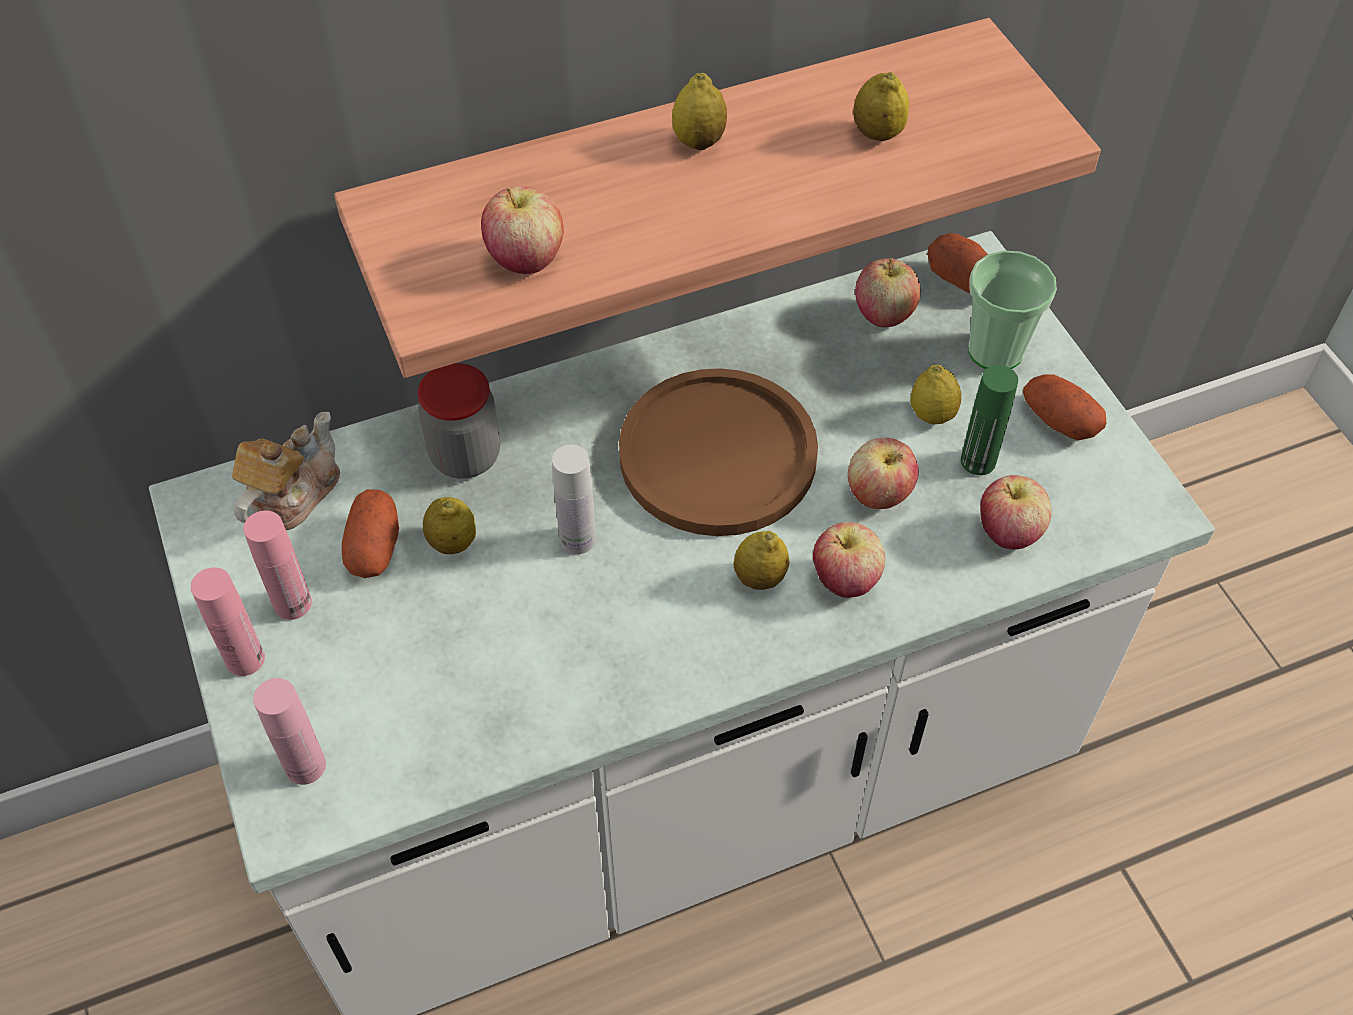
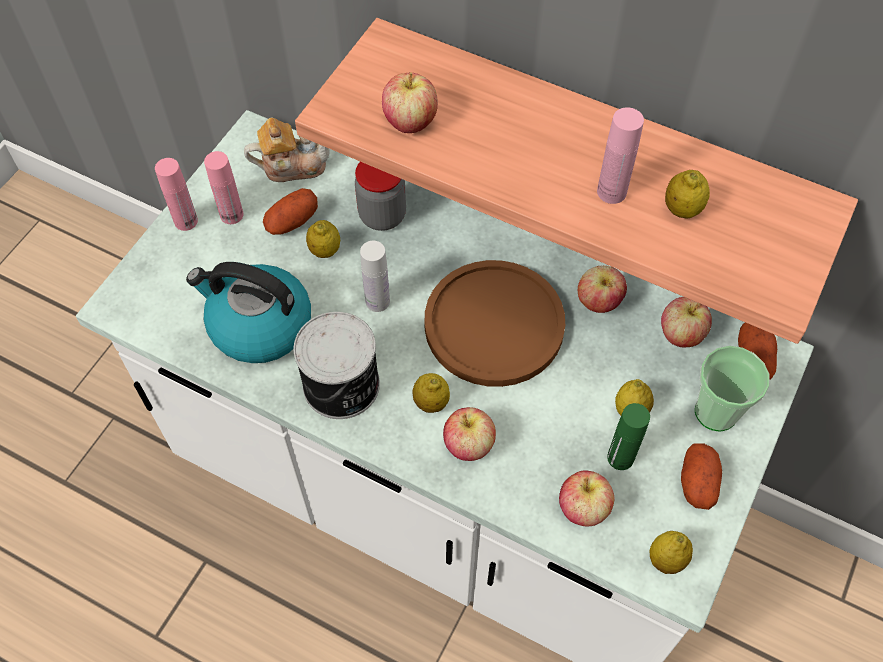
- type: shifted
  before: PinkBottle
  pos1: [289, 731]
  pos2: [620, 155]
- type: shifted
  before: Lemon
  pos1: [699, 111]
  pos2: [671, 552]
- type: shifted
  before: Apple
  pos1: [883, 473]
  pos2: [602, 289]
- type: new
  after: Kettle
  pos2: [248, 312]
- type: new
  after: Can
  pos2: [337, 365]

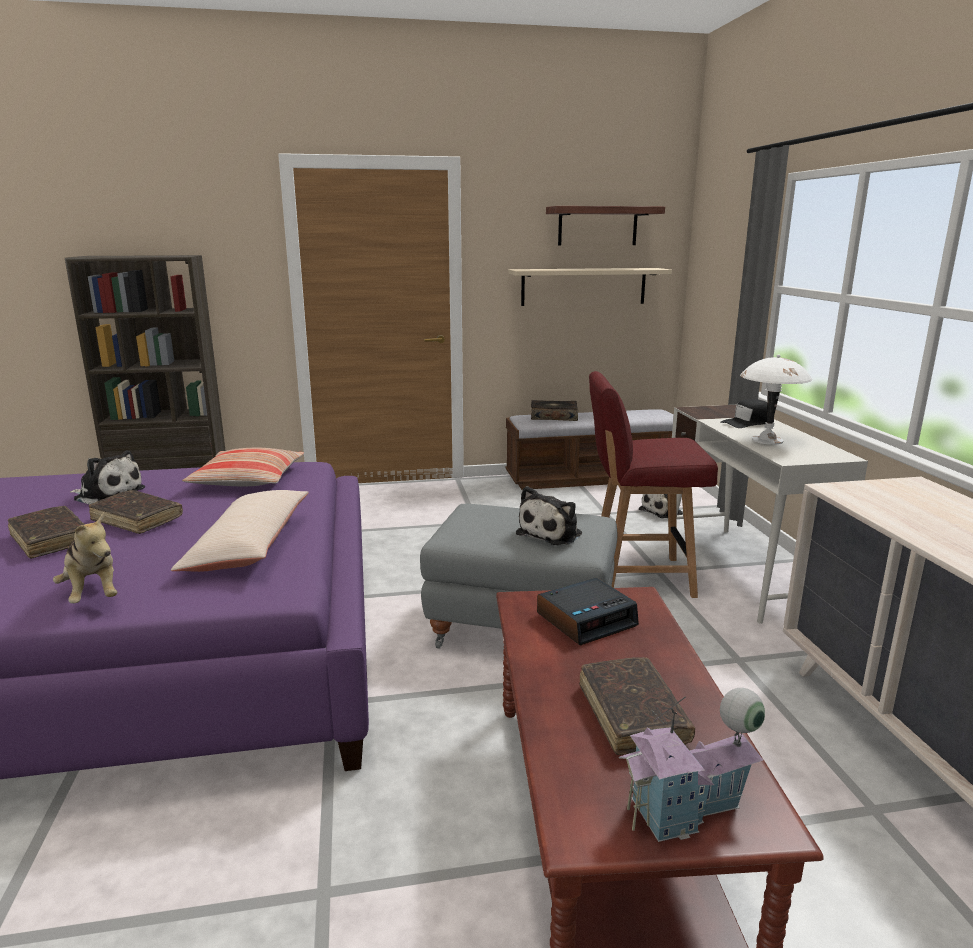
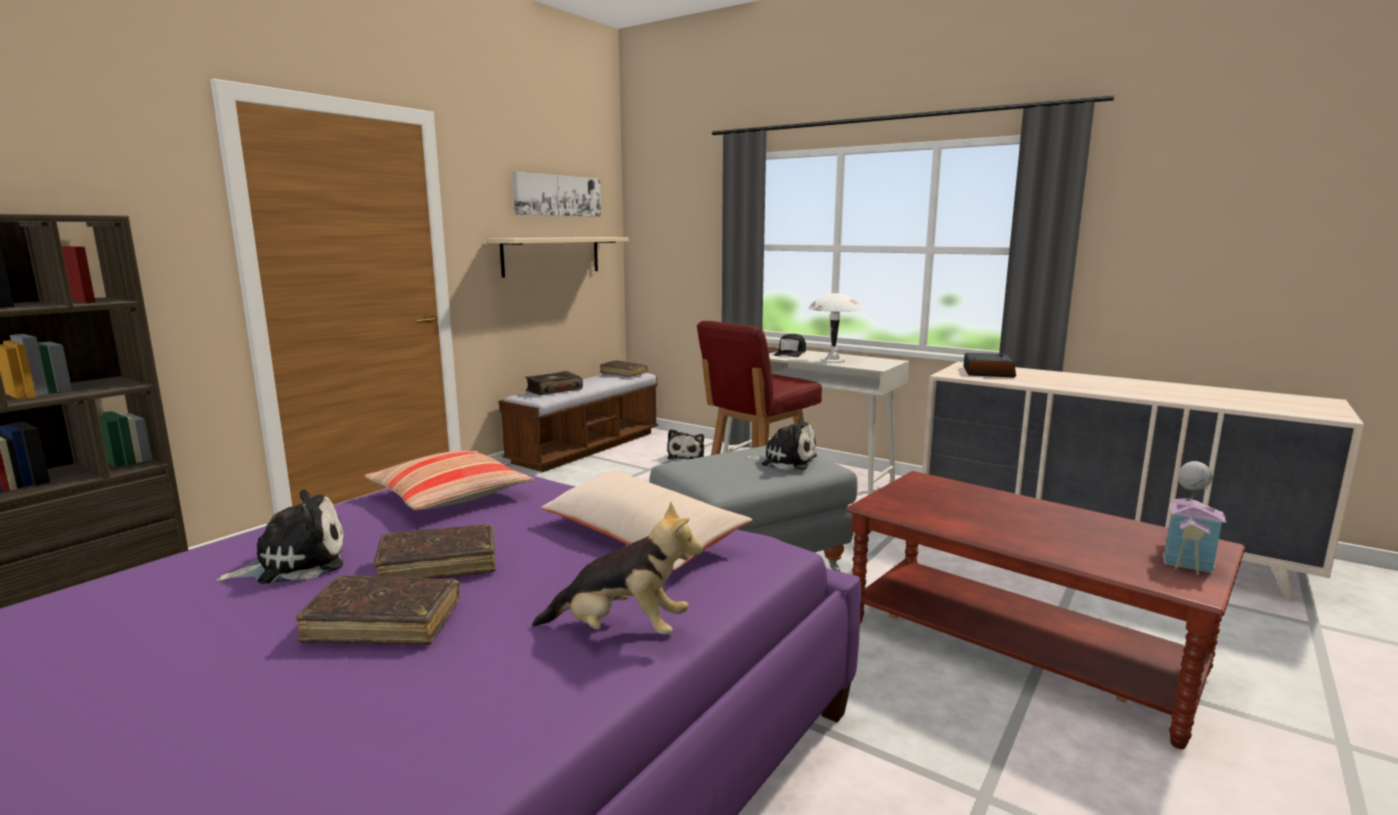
- type: rotated
  before: PlushToy
  pos1: [549, 515]
  pos2: [781, 444]
  turn: -60
- type: shifted
  before: AlarmClock
  pos1: [588, 612]
  pos2: [990, 365]
- type: swapped
  before: Shelf
  after: Picture
  pos1: [605, 225]
  pos2: [556, 194]
- type: shifted
  before: BrownBook
  pos1: [637, 706]
  pos2: [624, 368]

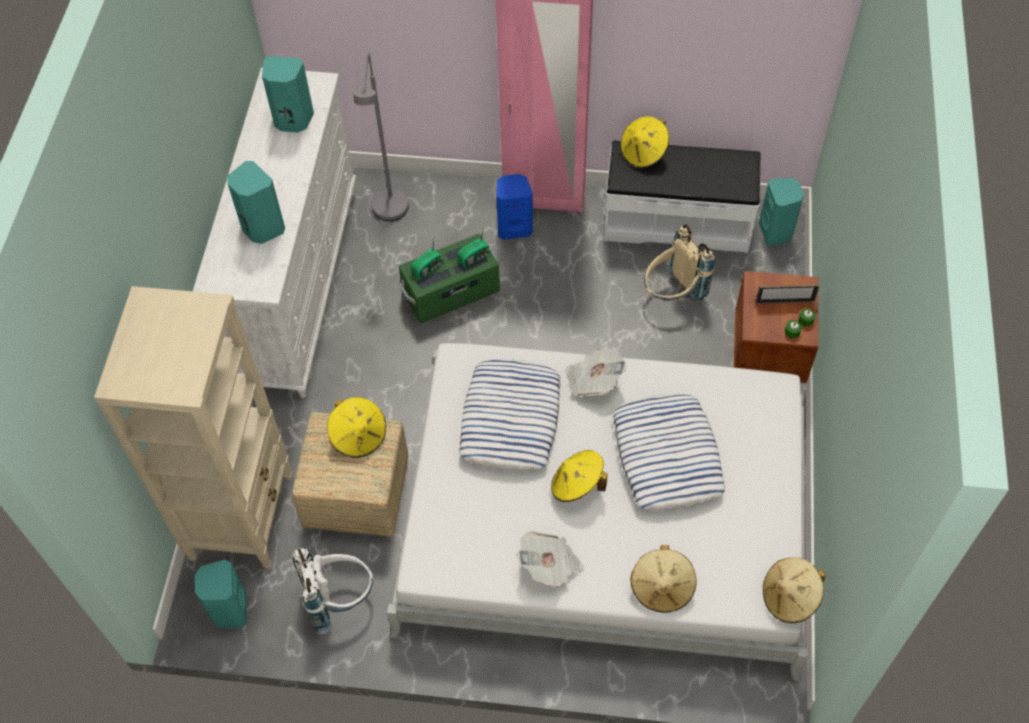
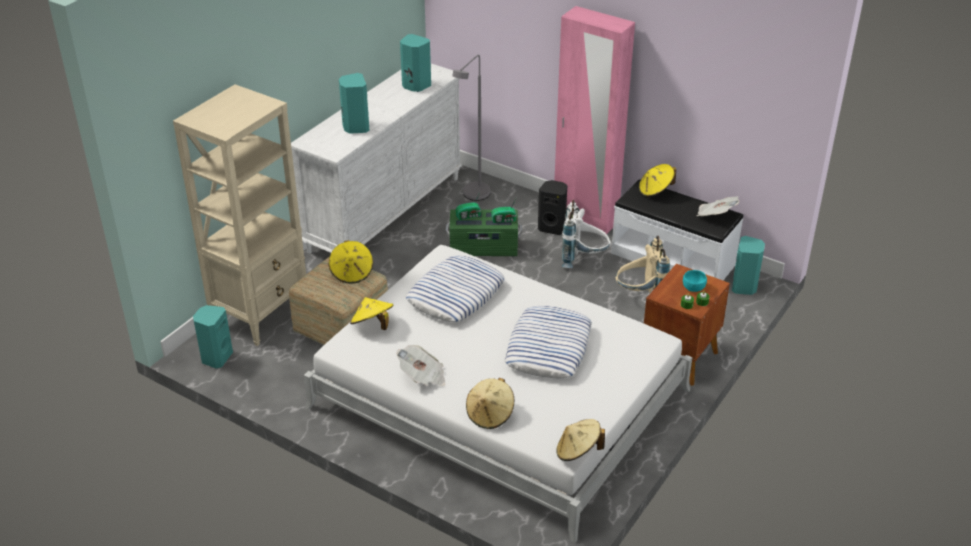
- type: shifted
  before: WhiteBackpack
  pos1: [332, 591]
  pos2: [586, 234]
- type: repainted
  before: BlueSpeaker
  after: BlackSpeaker
  pos1: [514, 207]
  pos2: [552, 207]
- type: shifted
  before: YellowHat
  pos1: [579, 476]
  pos2: [372, 313]
- type: shifted
  before: Newspaper
  pos1: [595, 372]
  pos2: [718, 206]
- type: swapped
  before: PictureFrame
  after: TurquoiseBowl
  pos1: [787, 294]
  pos2: [695, 281]

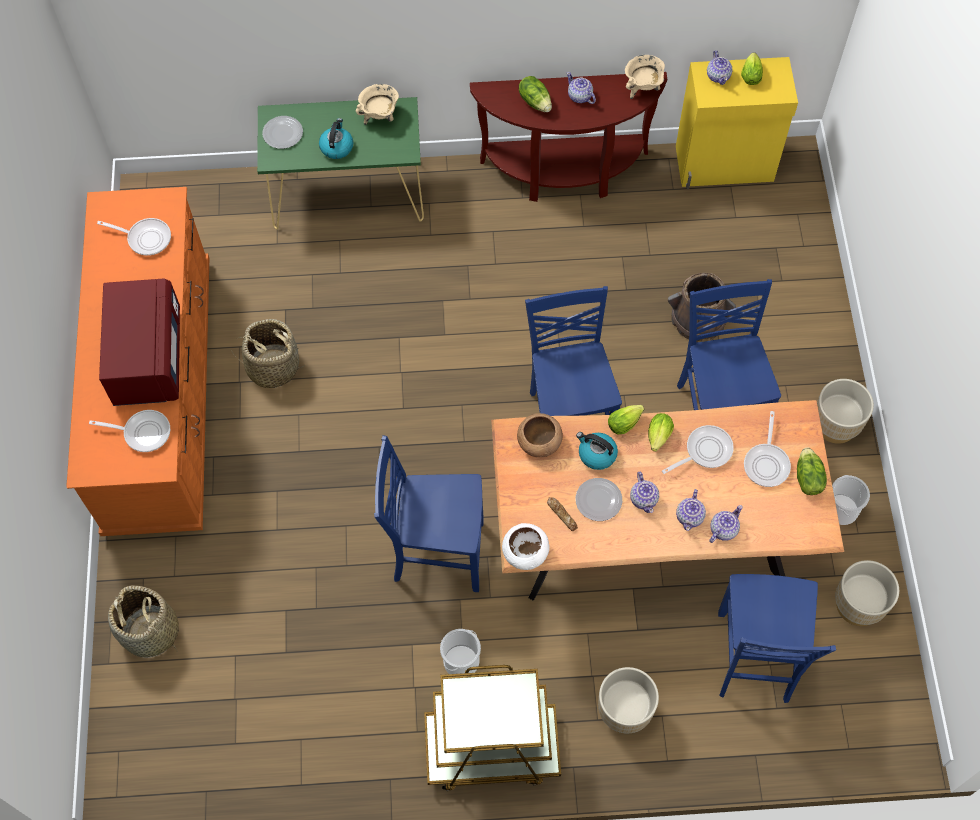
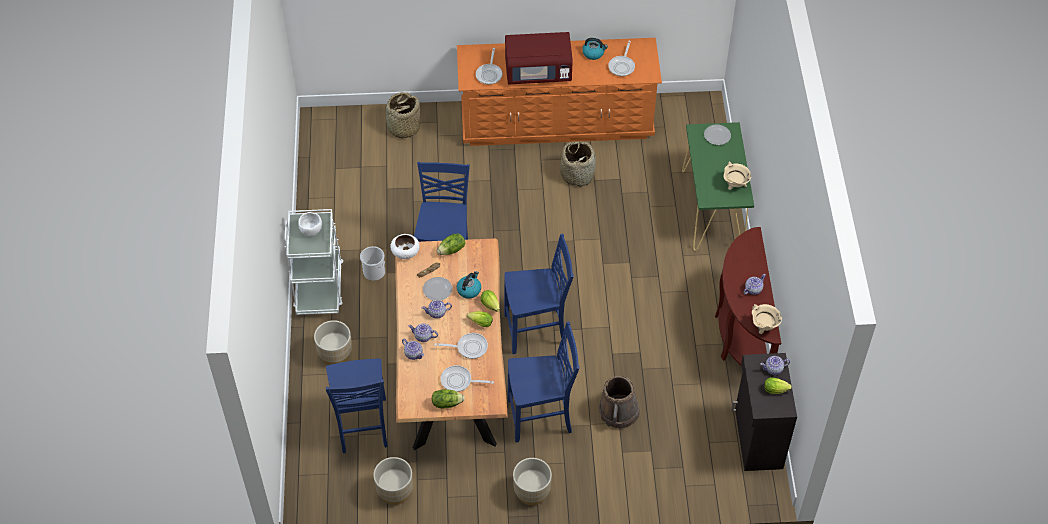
- type: shifted
  before: Kettle
  pos1: [336, 138]
  pos2: [595, 49]
- type: repainted
  before: BrownCart
  after: WhiteCart
  pos1: [492, 728]
  pos2: [313, 262]
- type: gone
  before: BrownBowl
  pos1: [540, 435]
- type: shifted
  before: Lettuce
  pos1: [535, 94]
  pos2: [451, 244]
- type: rotated
  before: FryingPan
  pos1: [698, 449]
  pos2: [461, 346]
  turn: -60
- type: repainted
  before: YellowCabinet
  after: BlackCabinet
  pos1: [737, 123]
  pos2: [764, 412]
- type: rotated
  before: BlueChair
  pos1: [777, 638]
  pos2: [357, 406]
  turn: -105
- type: gone
  before: Bucket
  pos1: [851, 500]
- type: new
  after: WhiteBowl
  pos2: [310, 224]

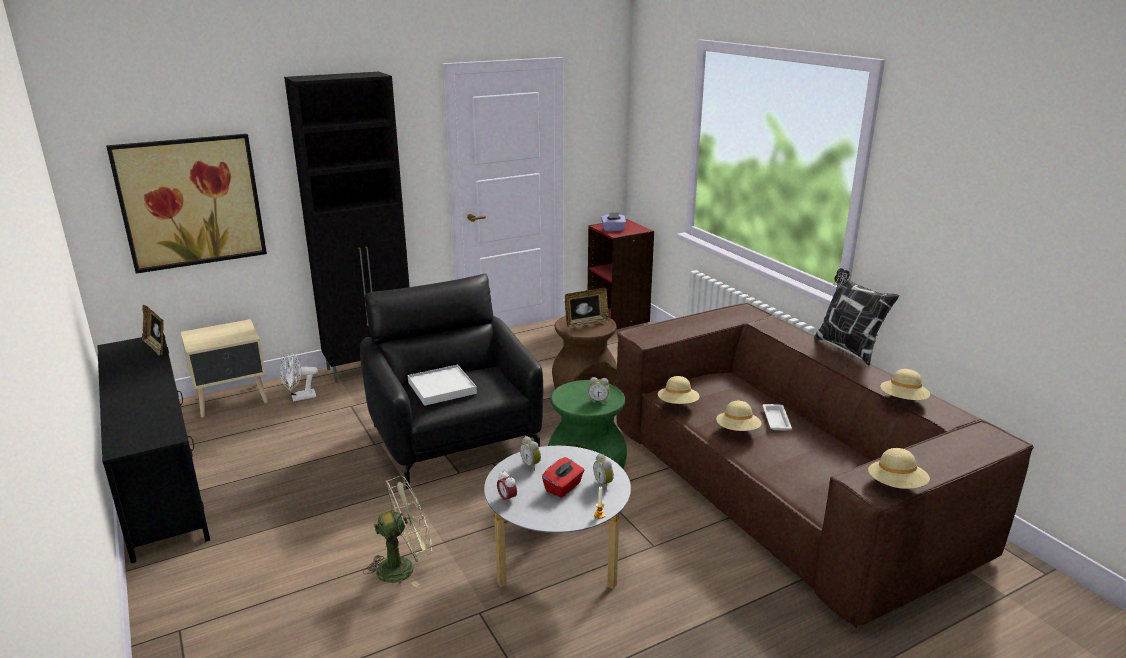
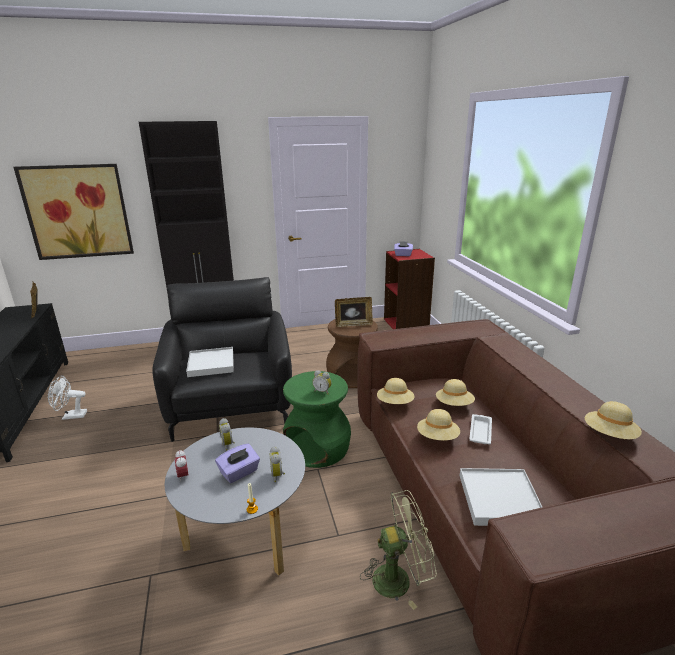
- type: gone
  before: BeigeNightstand
  pos1: [224, 368]
- type: shifted
  before: WhiteFan
  pos1: [299, 376]
  pos2: [67, 397]
- type: shifted
  before: GreenFan
  pos1: [397, 531]
  pos2: [398, 550]
- type: repainted
  before: RedTissueBox
  after: PurpleTissueBox
  pos1: [563, 477]
  pos2: [237, 463]
- type: gone
  before: Pillow
  pos1: [856, 316]
- type: shifted
  before: BeigeHat
  pos1: [899, 468]
  pos2: [455, 392]
- type: new
  after: WhiteTray
  pos2: [501, 497]

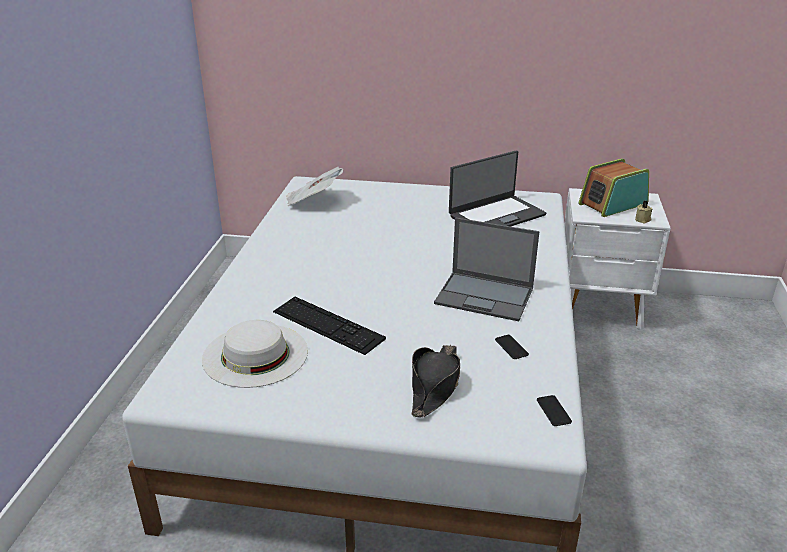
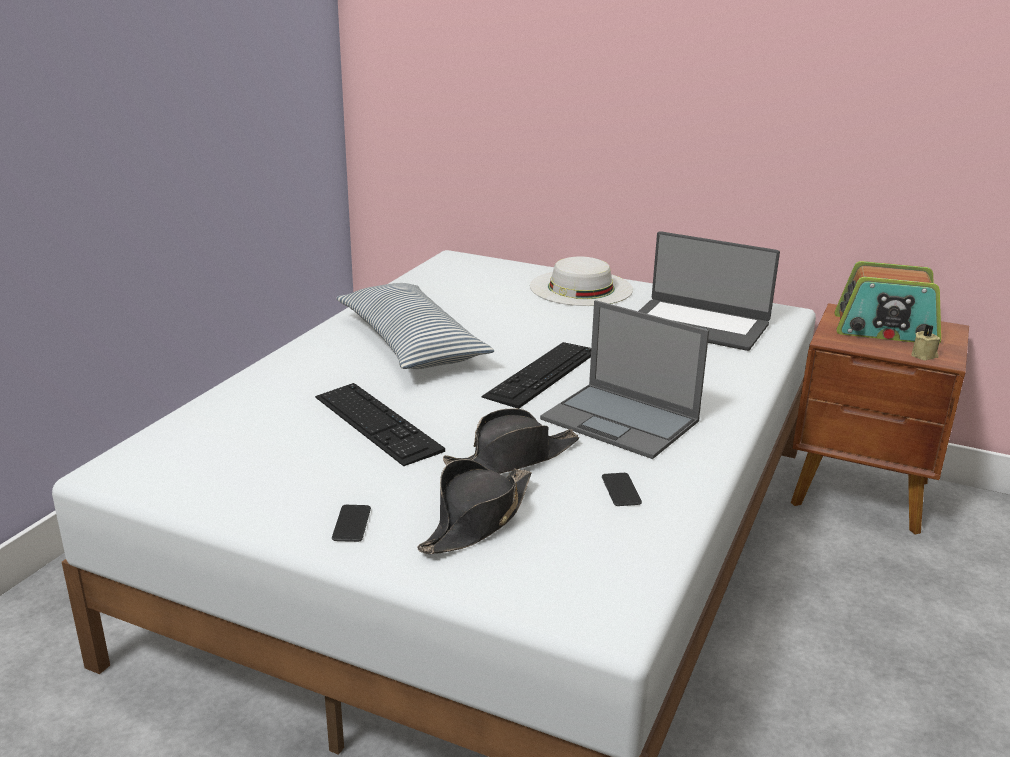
- type: shifted
  before: WhiteHat
  pos1: [255, 354]
  pos2: [581, 281]
- type: gone
  before: Newspaper
  pos1: [314, 186]
- type: rotated
  before: Laptop
  pos1: [497, 189]
  pos2: [709, 291]
  turn: 45
- type: shifted
  before: Phone
  pos1: [554, 410]
  pos2: [351, 523]
- type: repainted
  before: WhiteNightstand
  after: BrownNightstand
  pos1: [617, 259]
  pos2: [880, 419]
- type: rotated
  before: Radio
  pos1: [613, 187]
  pos2: [887, 302]
  turn: -150
- type: new
  after: Pillow
  pos2: [415, 326]
- type: new
  after: BlackHat
  pos2: [511, 441]
- type: new
  after: Keyboard
  pos2: [536, 375]

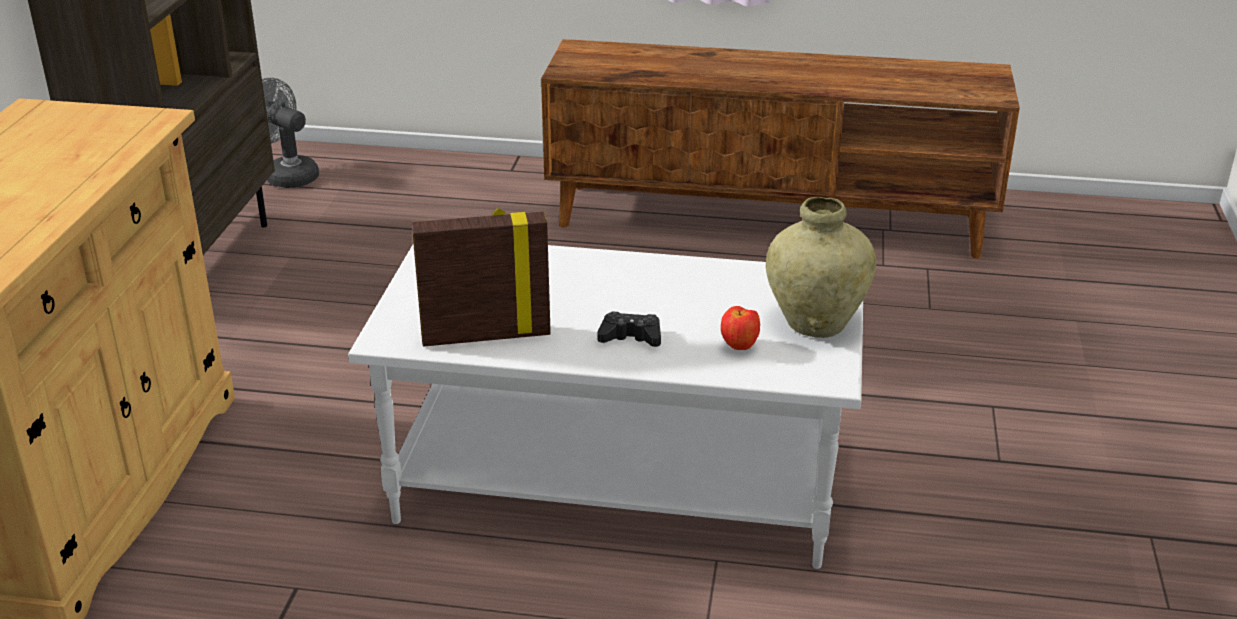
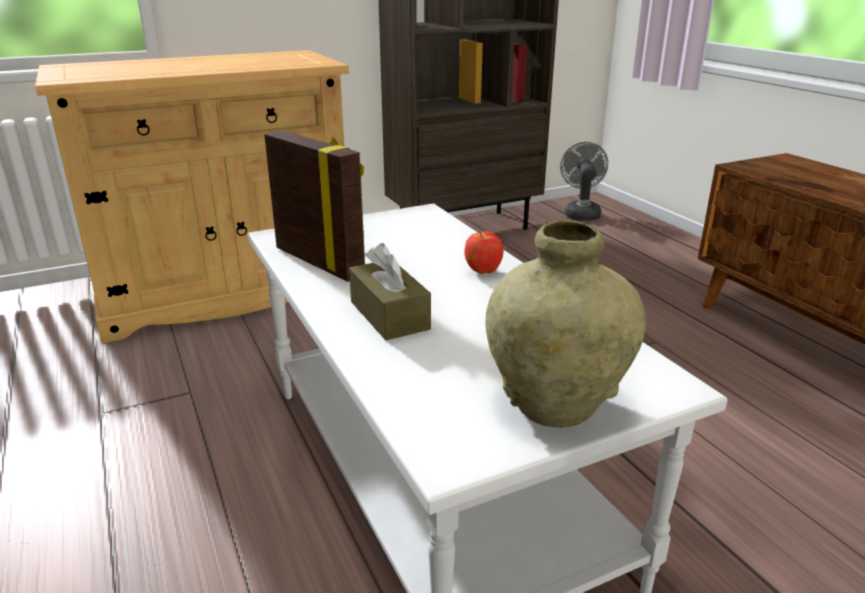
- type: swapped
  before: BlackGameController
  after: BrownTissueBox
  pos1: [629, 329]
  pos2: [390, 291]
- type: shifted
  before: Apple
  pos1: [740, 328]
  pos2: [483, 252]

